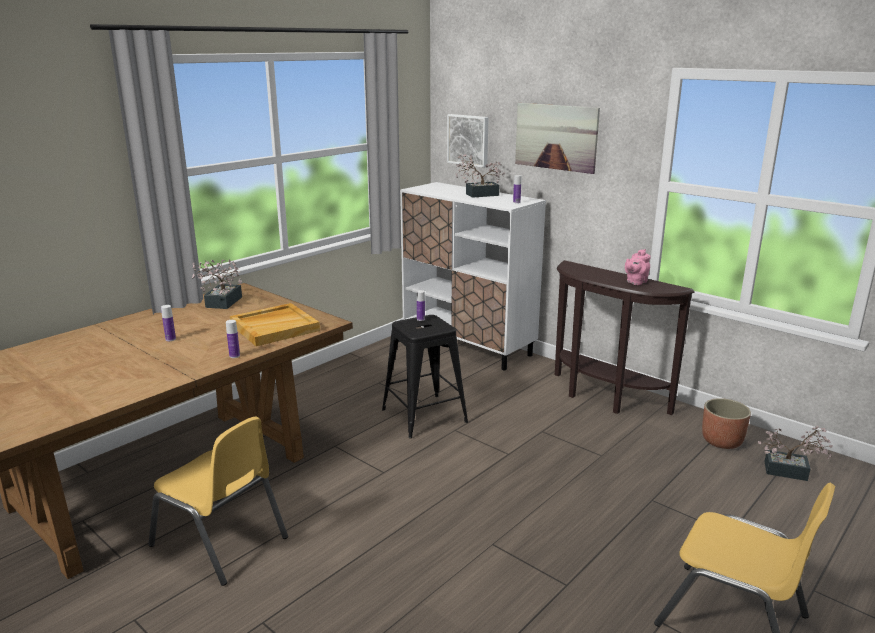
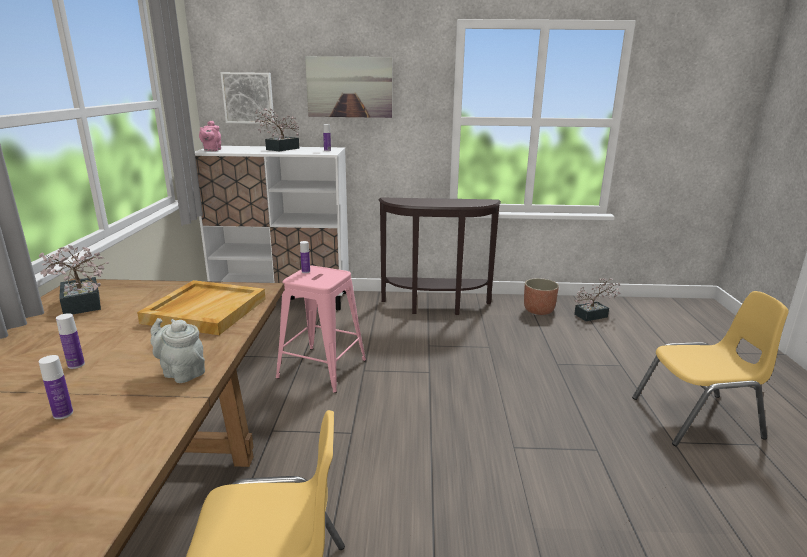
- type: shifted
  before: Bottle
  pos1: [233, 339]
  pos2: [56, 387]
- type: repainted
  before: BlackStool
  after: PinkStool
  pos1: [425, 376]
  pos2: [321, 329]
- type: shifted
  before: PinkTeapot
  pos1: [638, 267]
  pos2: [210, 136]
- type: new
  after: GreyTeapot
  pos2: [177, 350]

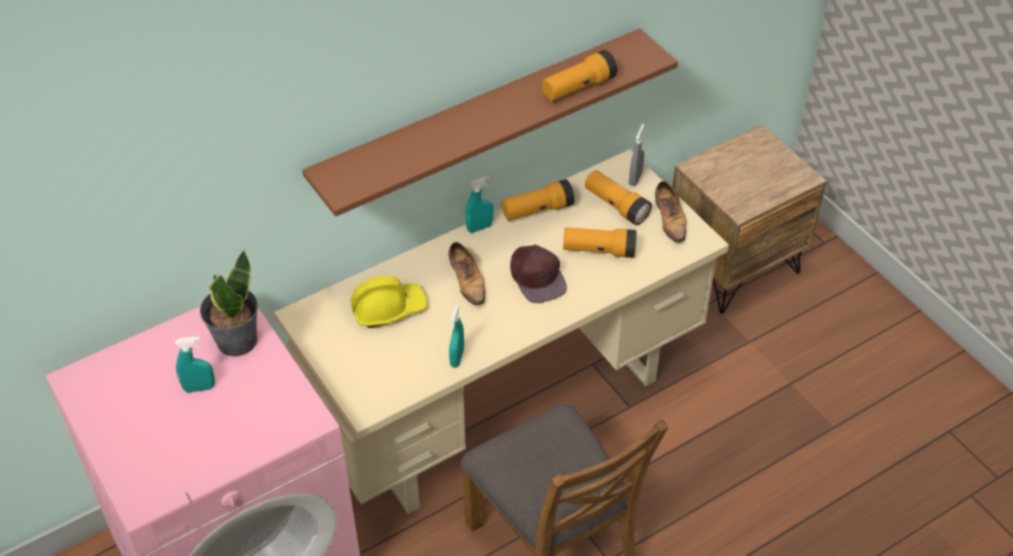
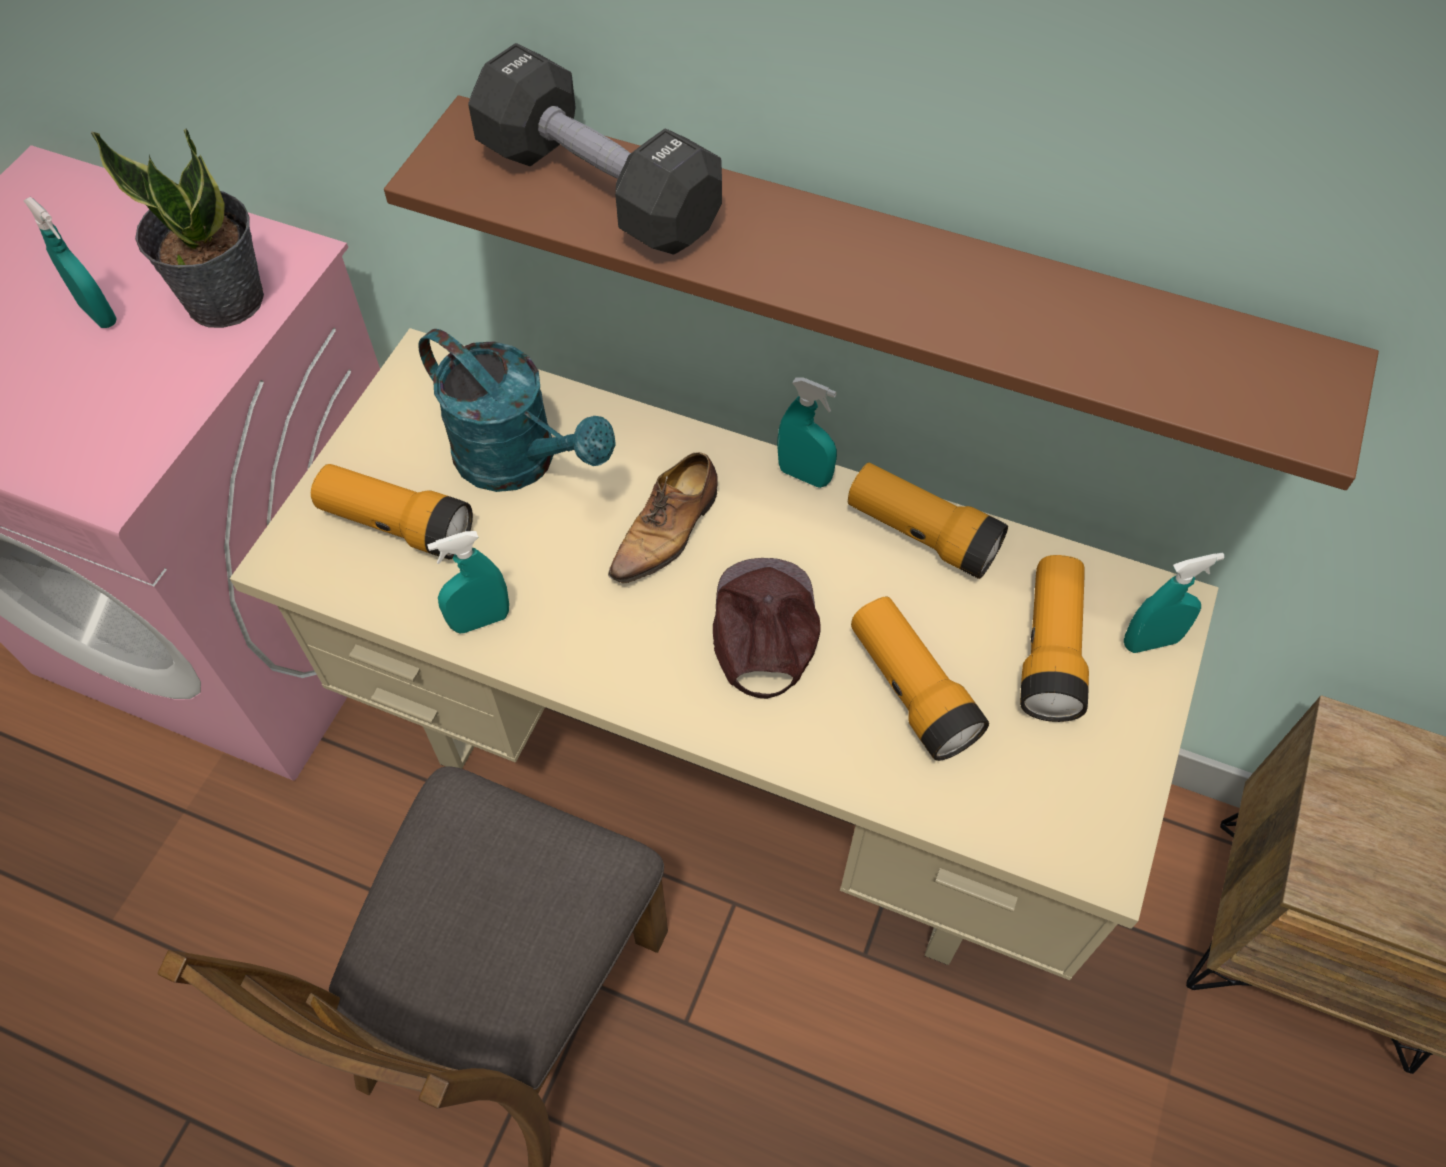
- type: swapped
  before: YellowHardHat
  after: TurquoiseWateringCan
  pos1: [389, 302]
  pos2: [517, 410]
- type: rotated
  before: BrownCap
  pos1: [538, 274]
  pos2: [767, 628]
  turn: 150
- type: shifted
  before: Flashlight
  pos1: [579, 75]
  pos2: [392, 511]
- type: repainted
  before: GreySprayBottle
  after: TurquoiseSprayBottle
  pos1: [637, 155]
  pos2: [1174, 603]
- type: gone
  before: Shoe
  pos1: [670, 212]
- type: new
  after: BlackDumbbell
  pos2: [595, 149]

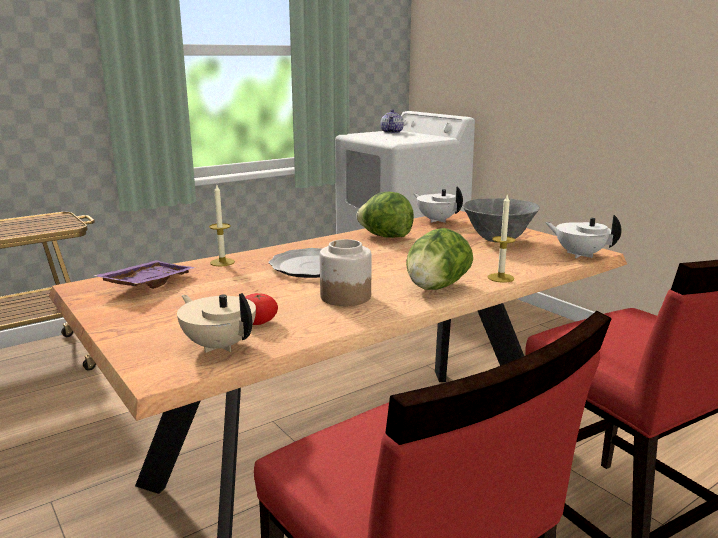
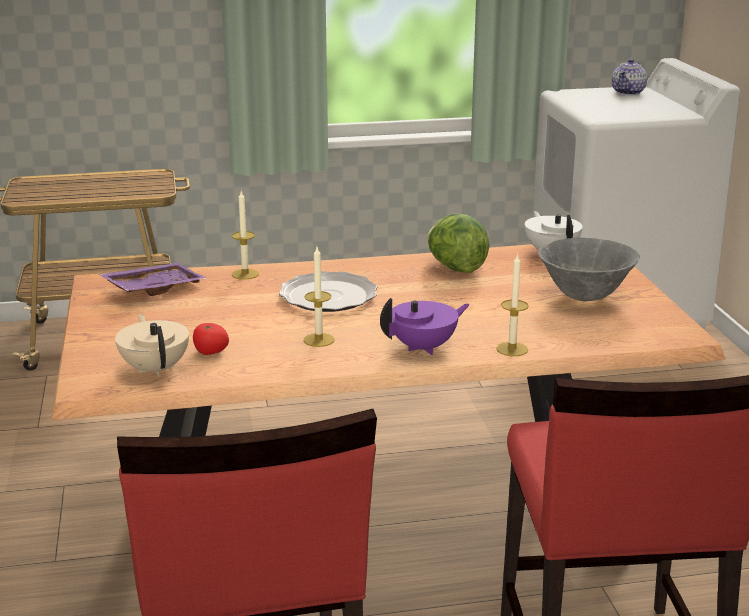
- type: swapped
  before: Jar
  after: Candle
  pos1: [346, 272]
  pos2: [319, 297]
- type: swapped
  before: Lettuce
  after: PurpleTeapot
  pos1: [439, 259]
  pos2: [425, 326]
- type: gone
  before: WhiteTeapot
  pos1: [583, 236]

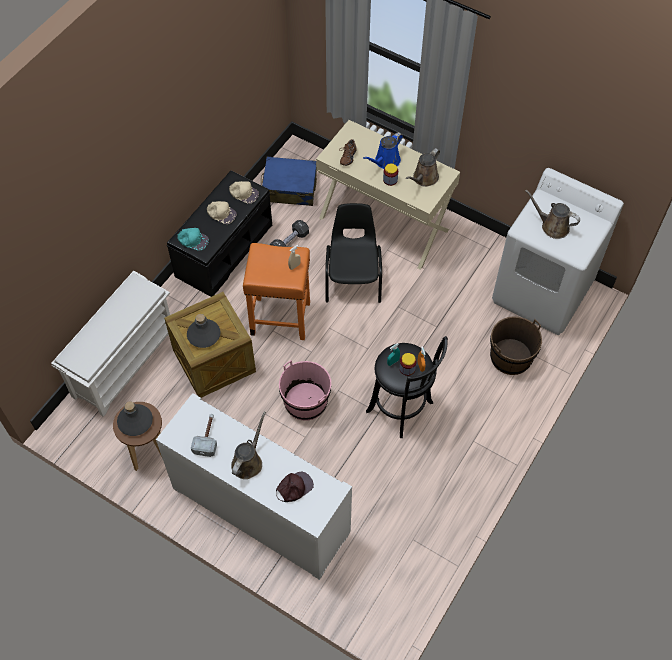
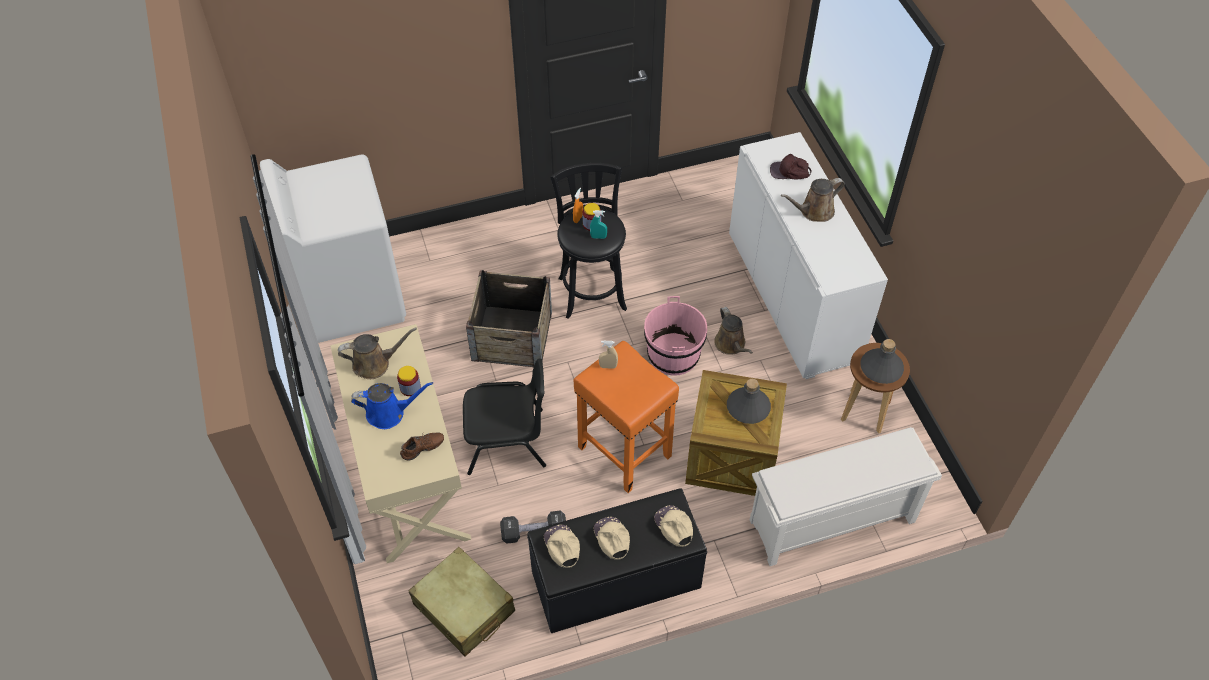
- type: repainted
  before: TurquoiseCap
  after: BeigeCap
  pos1: [193, 239]
  pos2: [673, 526]
- type: gone
  before: Hammer
  pos1: [204, 435]
- type: repainted
  before: BlueSuitcase
  after: BeigeSuitcase
  pos1: [289, 181]
  pos2: [462, 601]
- type: rotated
  before: BlackChair
  pos1: [353, 253]
  pos2: [504, 417]
  turn: -135
- type: gone
  before: BrownBucket
  pos1: [516, 345]
- type: shifted
  before: BrownWateringCan
  pos1: [552, 214]
  pos2: [733, 331]
- type: new
  after: Crate
  pos2: [509, 318]

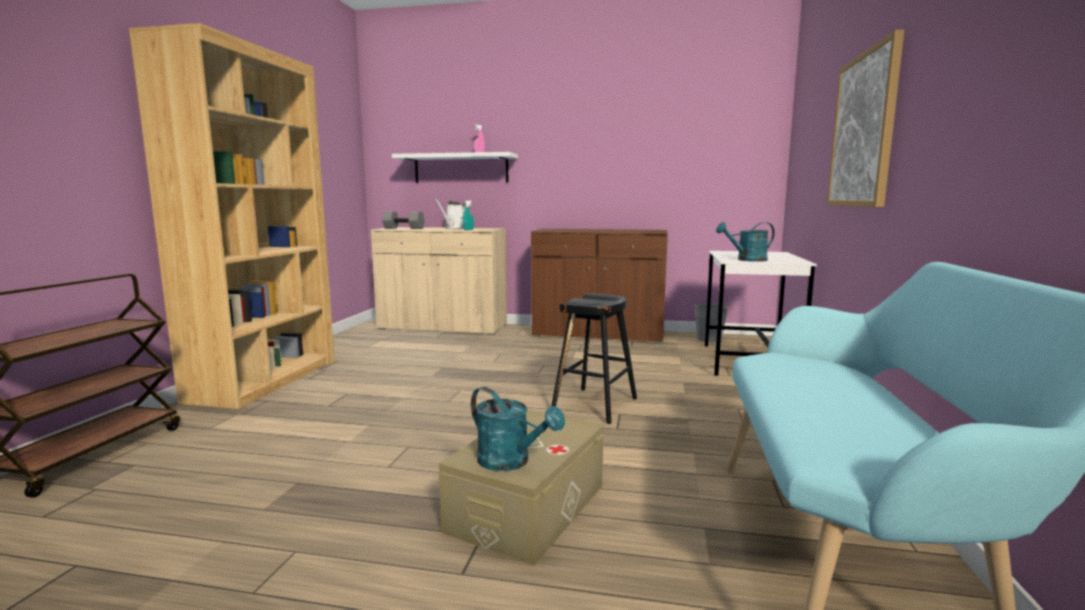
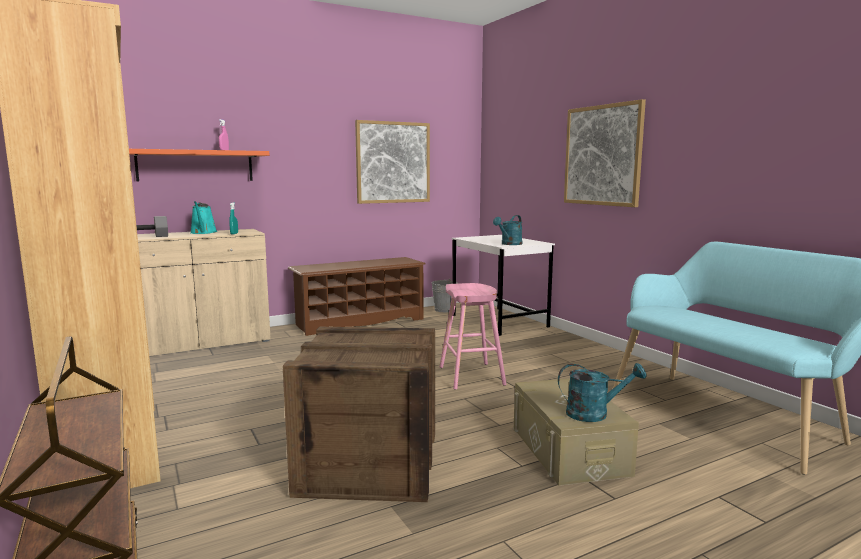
- type: repainted
  before: WhiteShelf
  after: OrangeShelf
  pos1: [455, 167]
  pos2: [199, 165]
- type: repainted
  before: WhiteWateringCan
  after: TurquoiseWateringCan
  pos1: [450, 213]
  pos2: [204, 217]
- type: swapped
  before: BrownCabinet
  after: BrownShoeRack
  pos1: [599, 286]
  pos2: [357, 296]
- type: repainted
  before: BlackStool
  after: PinkStool
  pos1: [594, 358]
  pos2: [473, 336]
- type: new
  after: Crate
  pos2: [359, 414]
- type: new
  after: Picture
  pos2: [392, 162]

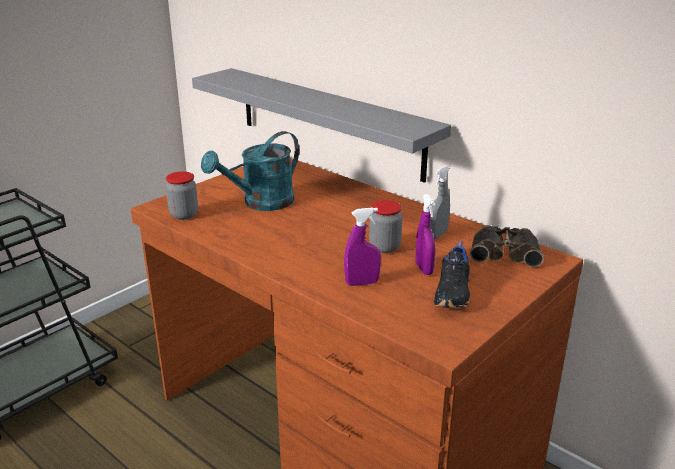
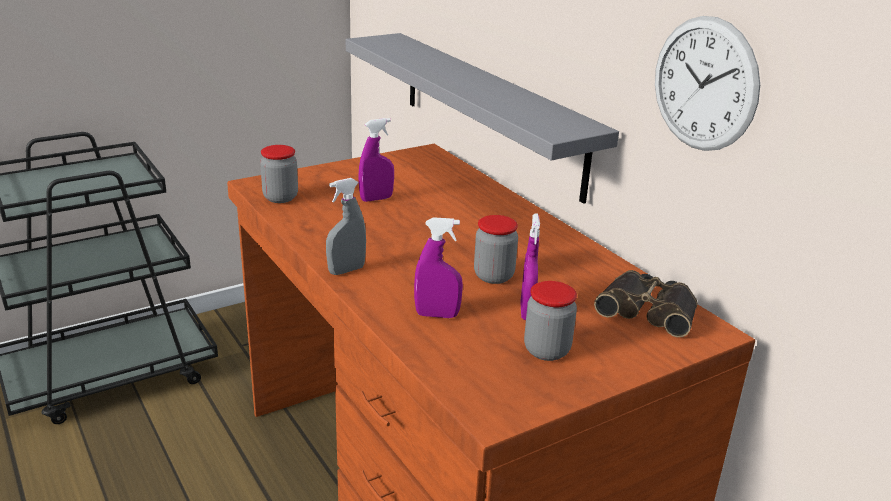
- type: swapped
  before: TurquoiseWateringCan
  after: PurpleSprayBottle
  pos1: [250, 171]
  pos2: [376, 160]
- type: shifted
  before: GreySprayBottle
  pos1: [440, 202]
  pos2: [346, 226]
- type: swapped
  before: BlackShoe
  after: Jar
  pos1: [451, 275]
  pos2: [550, 321]
- type: new
  after: WallClock
  pos2: [707, 83]

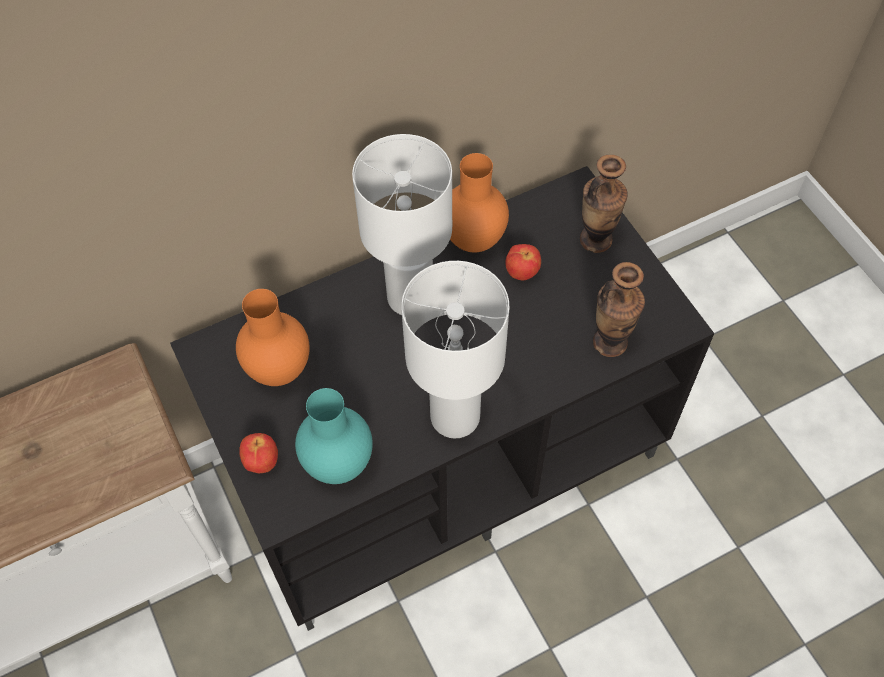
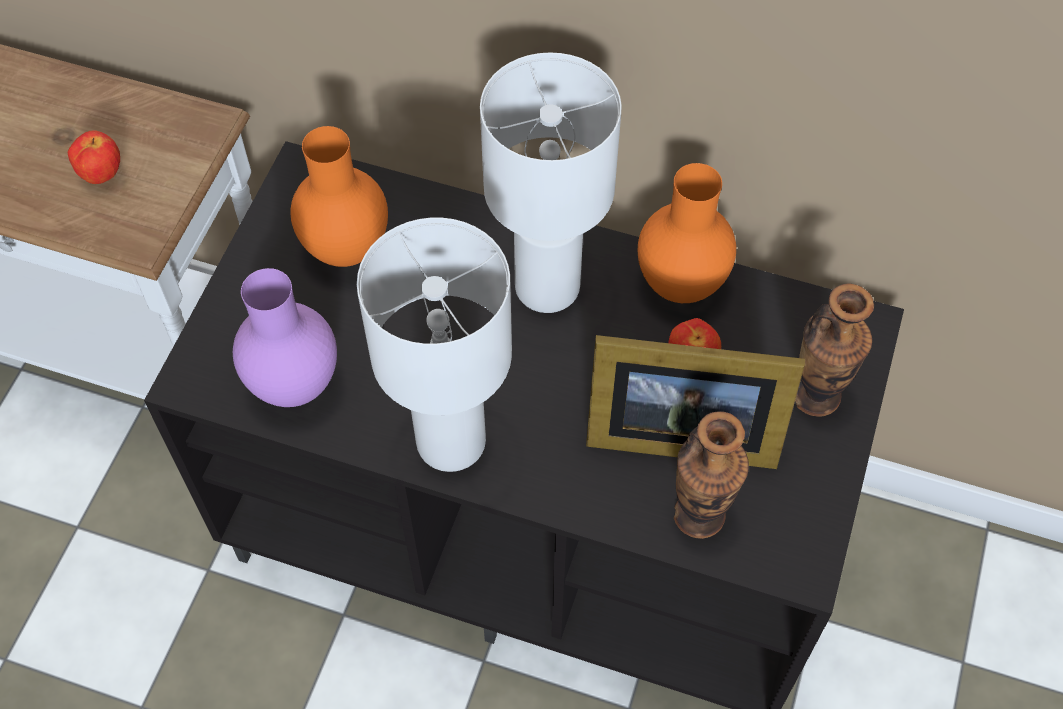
- type: shifted
  before: Apple
  pos1: [259, 453]
  pos2: [94, 157]
- type: repainted
  before: TurquoiseVase
  after: PurpleVase
  pos1: [334, 436]
  pos2: [285, 337]
- type: new
  after: PictureFrame
  pos2: [695, 402]

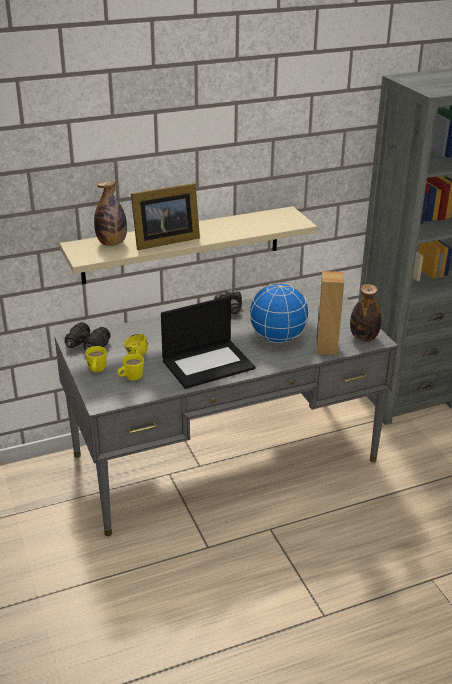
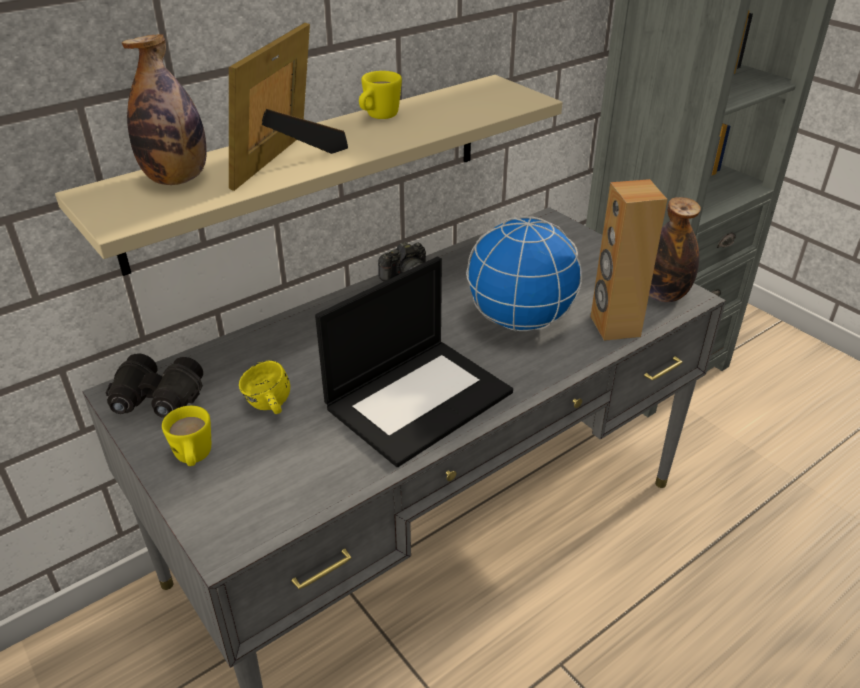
- type: shifted
  before: YellowMug
  pos1: [130, 367]
  pos2: [380, 95]
- type: rotated
  before: PictureFrame
  pos1: [165, 216]
  pos2: [288, 107]
  turn: 150

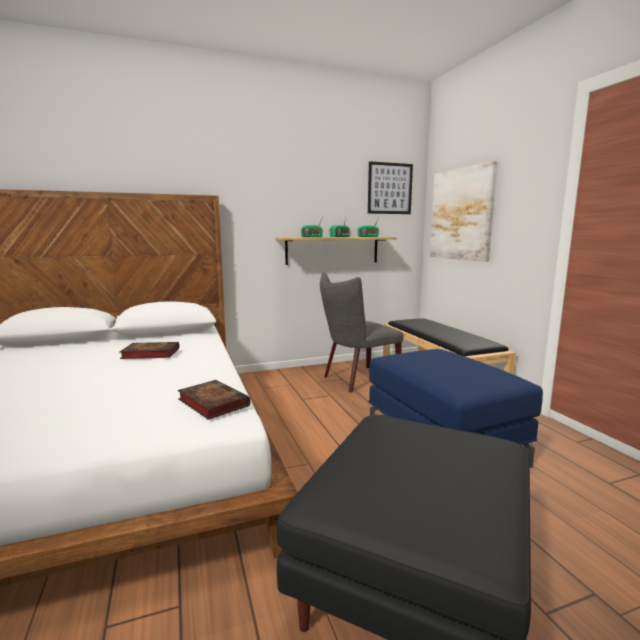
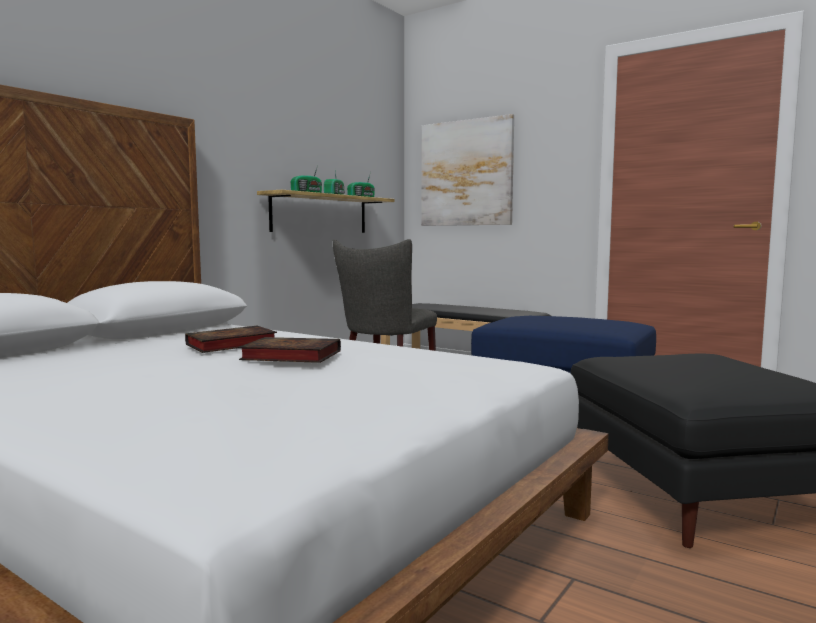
- type: shifted
  before: Book
  pos1: [214, 400]
  pos2: [289, 350]
- type: gone
  before: Picture
  pos1: [390, 187]

